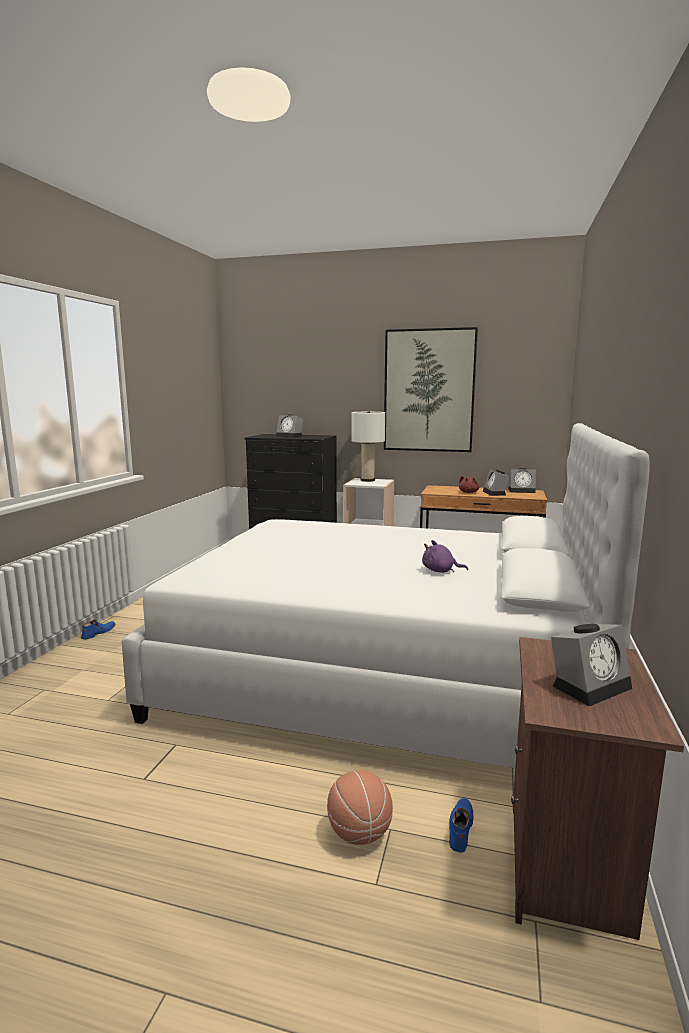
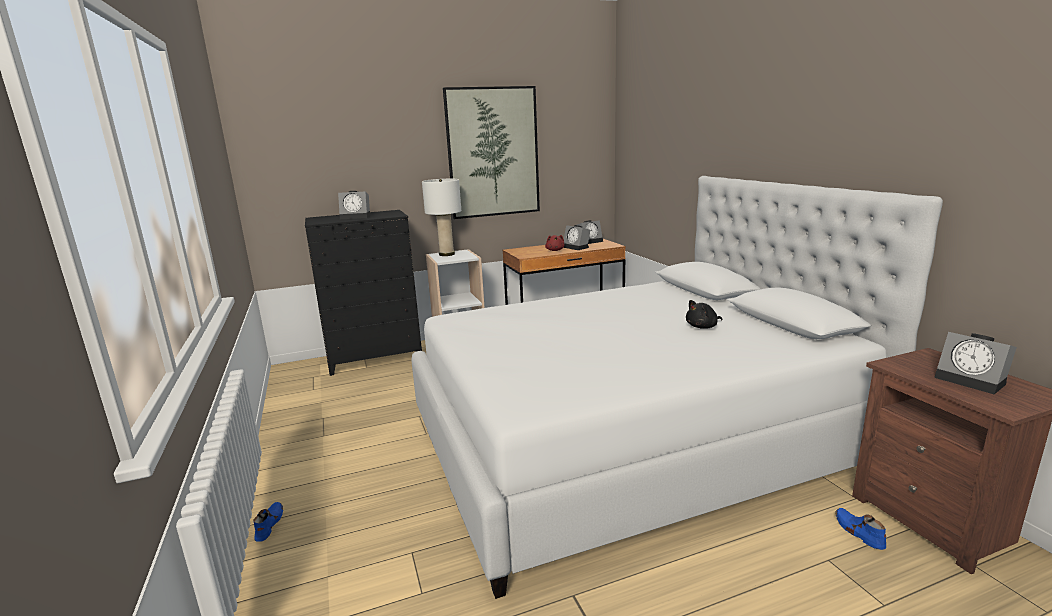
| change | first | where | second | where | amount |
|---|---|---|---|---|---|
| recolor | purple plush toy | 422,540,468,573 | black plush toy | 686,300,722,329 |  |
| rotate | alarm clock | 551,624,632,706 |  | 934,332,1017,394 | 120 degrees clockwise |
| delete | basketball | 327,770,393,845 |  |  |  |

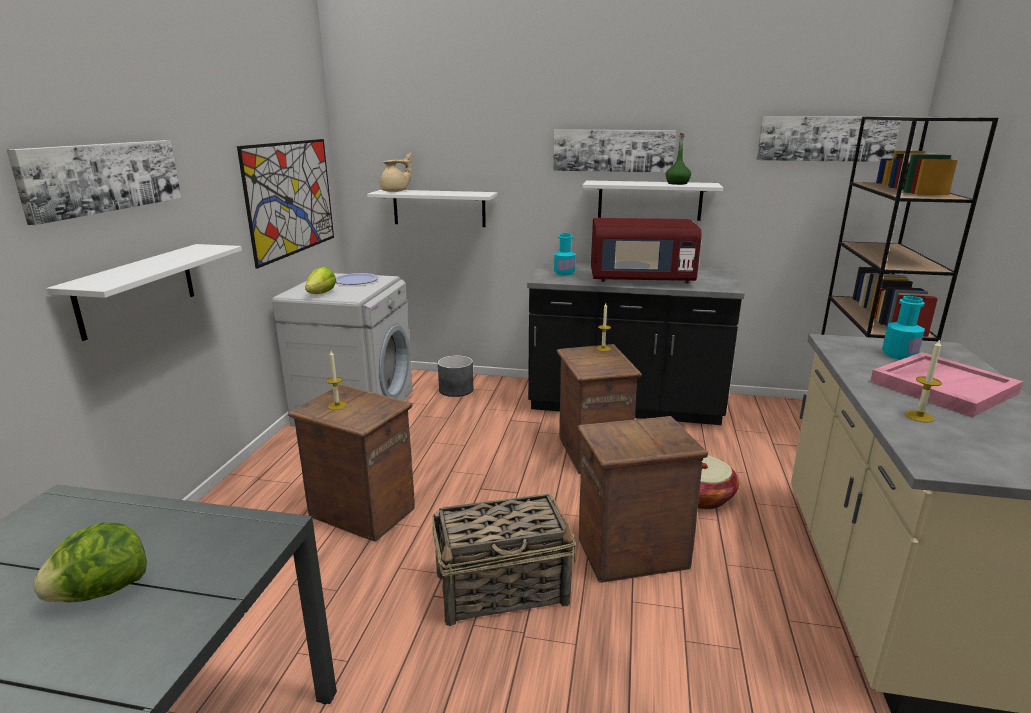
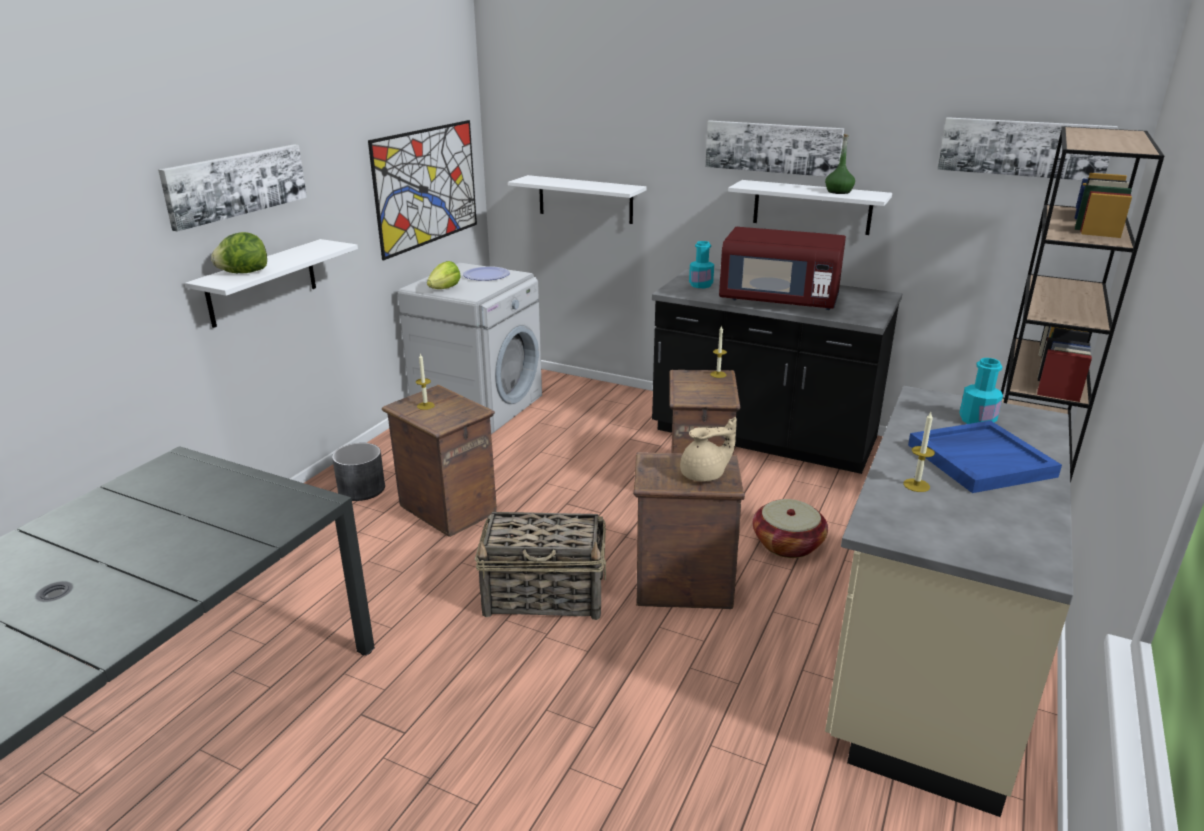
| change | first | where | second | where | amount |
|---|---|---|---|---|---|
| move | lettuce | 34,522,147,602 |  | 211,232,267,273 |  |
| move | grey planter | 438,355,474,397 |  | 332,443,385,501 |  |
| move | beige teapot | 380,153,412,192 |  | 680,417,737,481 |  |
| recolor | pink tray | 870,352,1023,417 | blue tray | 908,420,1062,493 |  |

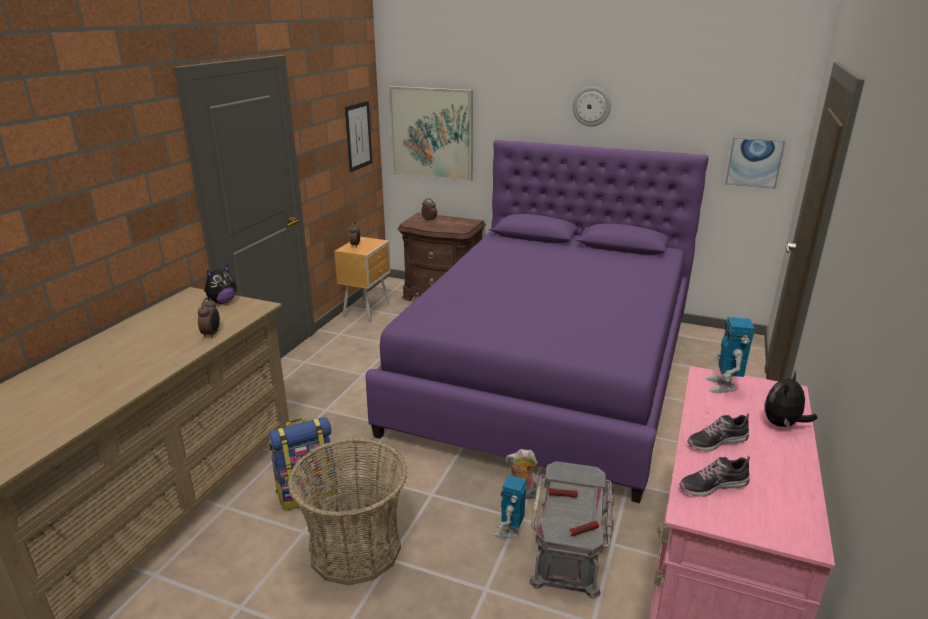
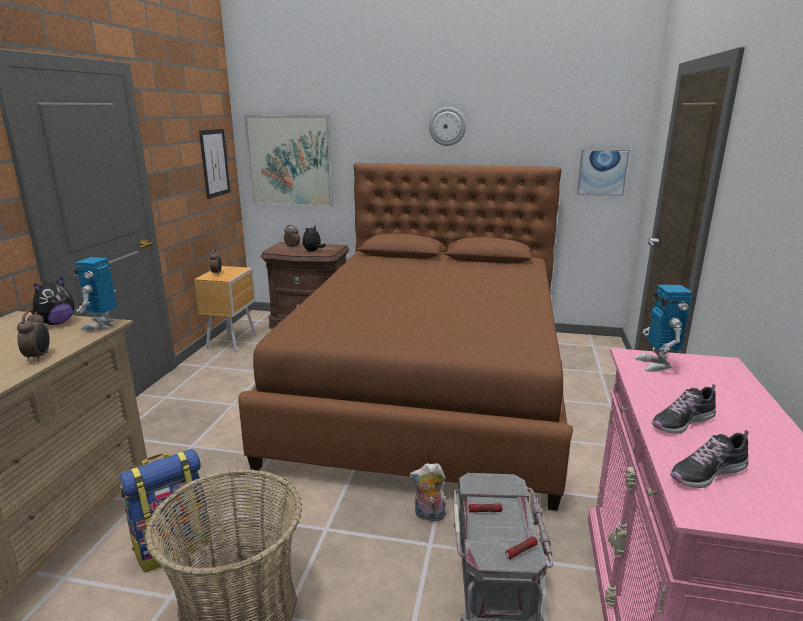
| change | first | where | second | where | amount |
|---|---|---|---|---|---|
| move | toy robot | 493,475,526,538 |  | 74,257,117,331 |  |
| recolor | purple bed | 366,140,709,503 | brown bed | 238,163,573,511 |  |
| move | plush toy | 764,372,817,428 |  | 302,226,326,251 |  |

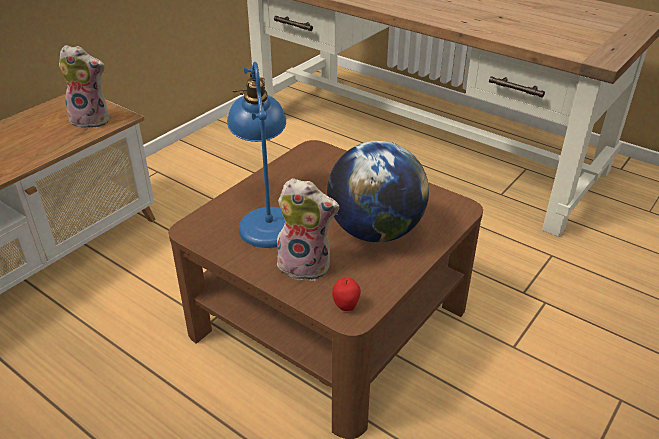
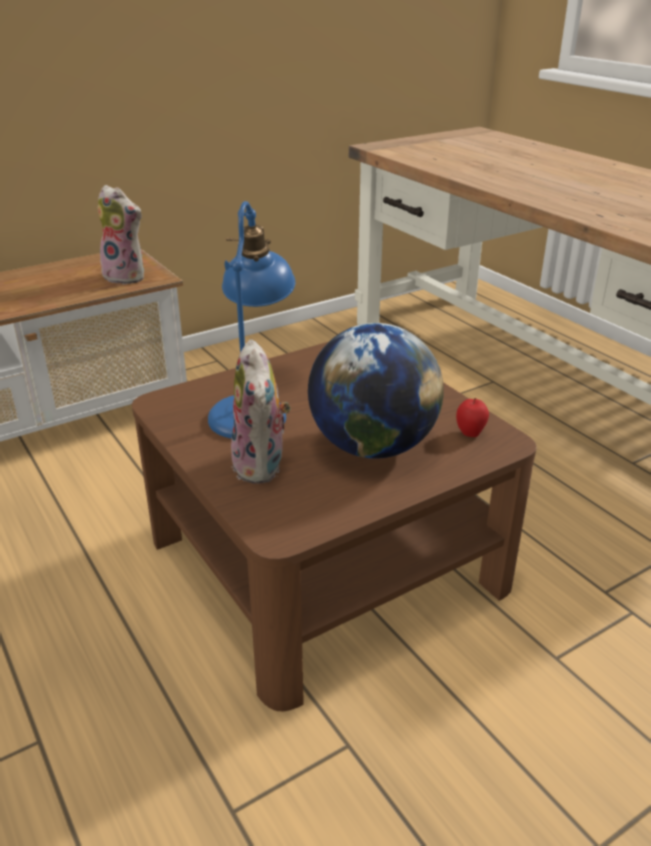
| change | first | where | second | where | amount |
|---|---|---|---|---|---|
| rotate | plush toy | 277,178,339,281 |  | 231,339,291,484 | 45 degrees clockwise |
| move | apple | 332,278,361,311 |  | 456,398,489,437 |  |

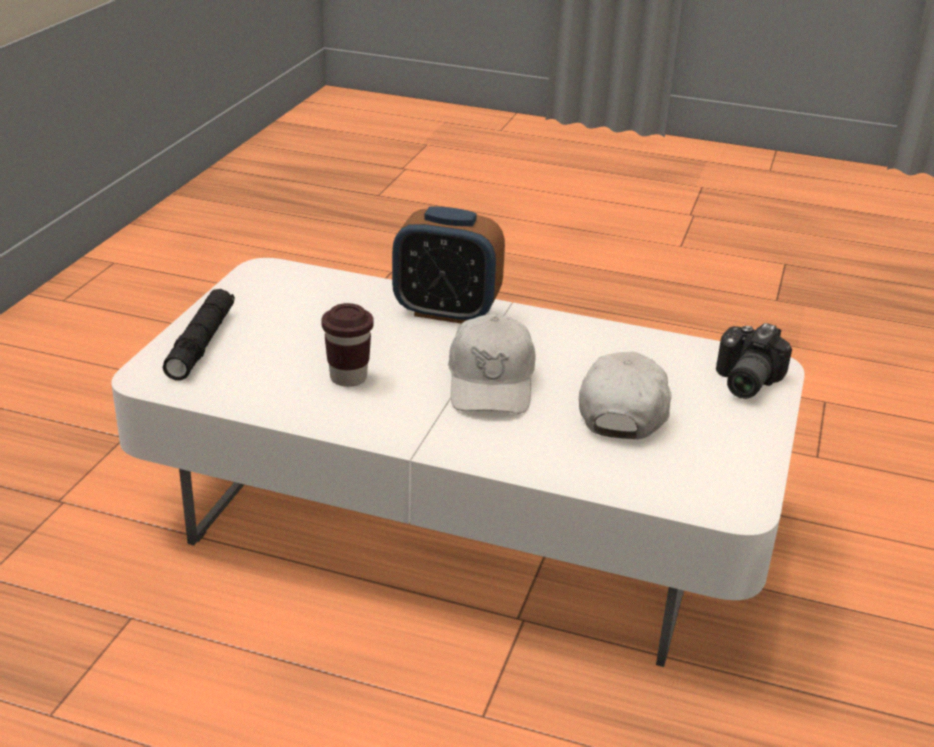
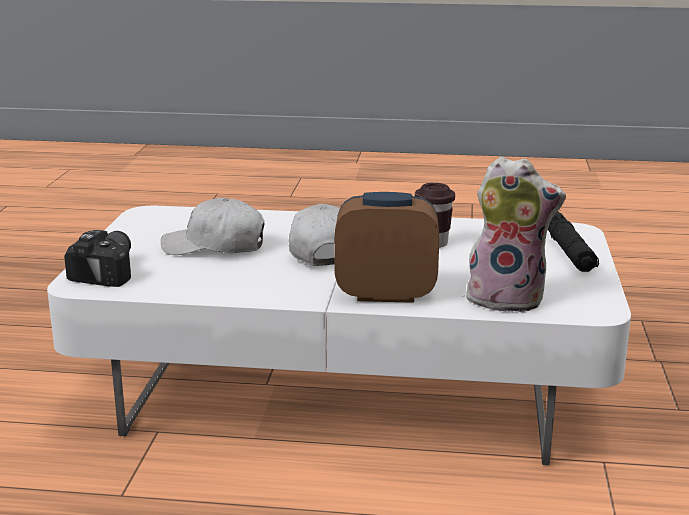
| change | first | where | second | where | amount |
|---|---|---|---|---|---|
| rotate | white cap | 579,352,672,439 |  | 161,197,265,255 | 90 degrees clockwise |
| insert |  |  | plush toy | 466,156,566,313 |  |

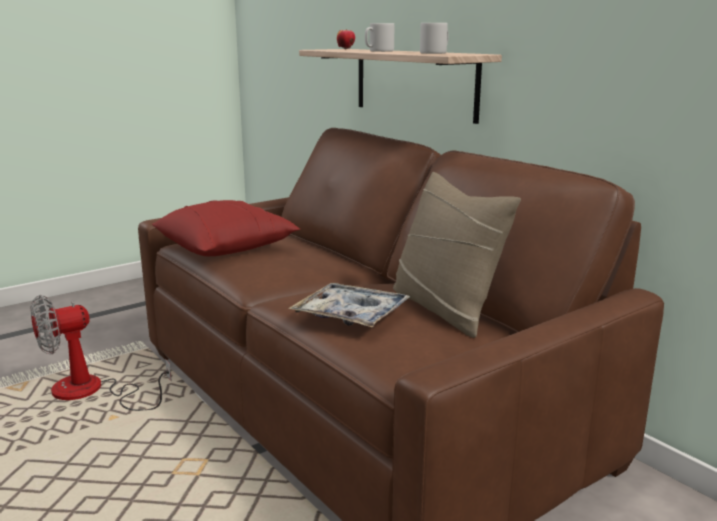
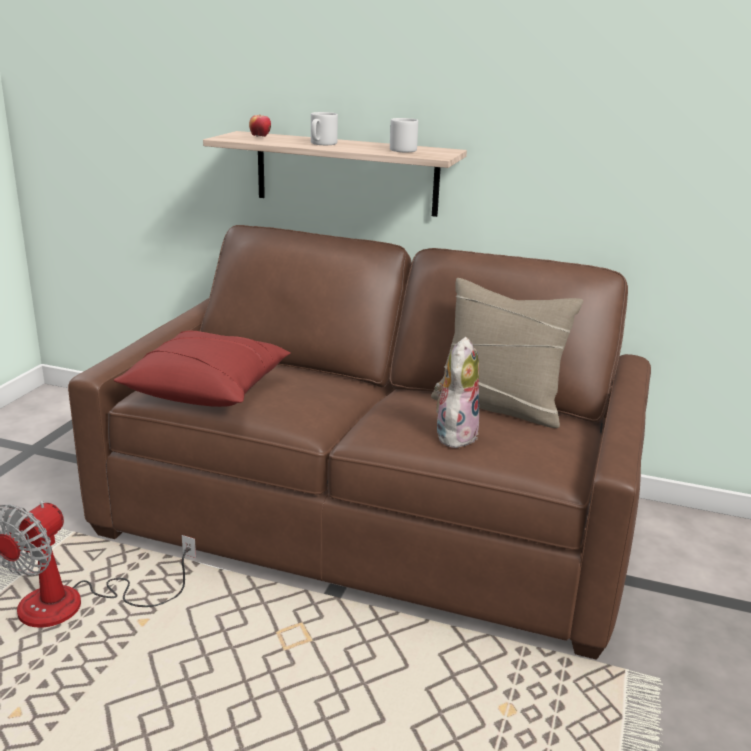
| change | first | where | second | where | amount |
|---|---|---|---|---|---|
| replace | tray | 288,283,411,327 | plush toy | 434,337,479,448 |  |

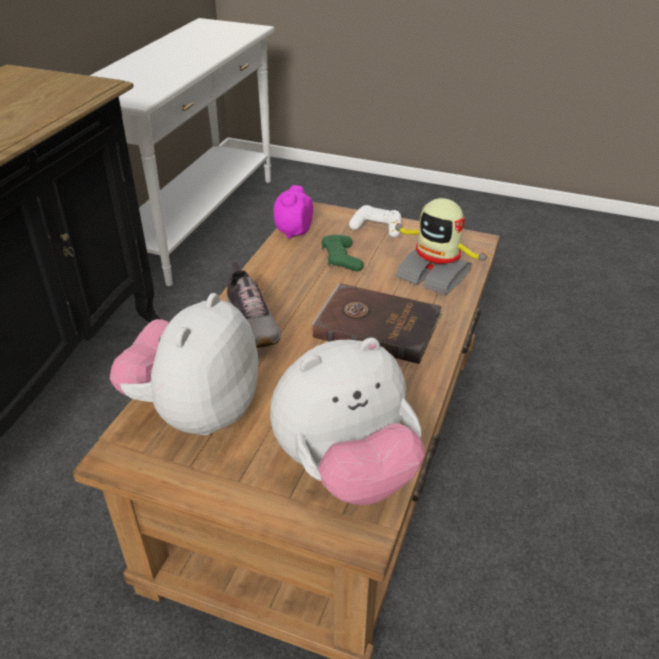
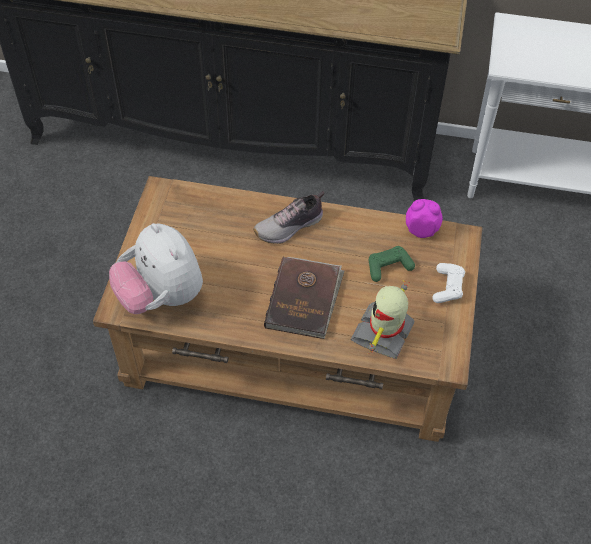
| change | first | where | second | where | amount |
|---|---|---|---|---|---|
| delete | plush toy | 110,293,258,435 |  |  |  |

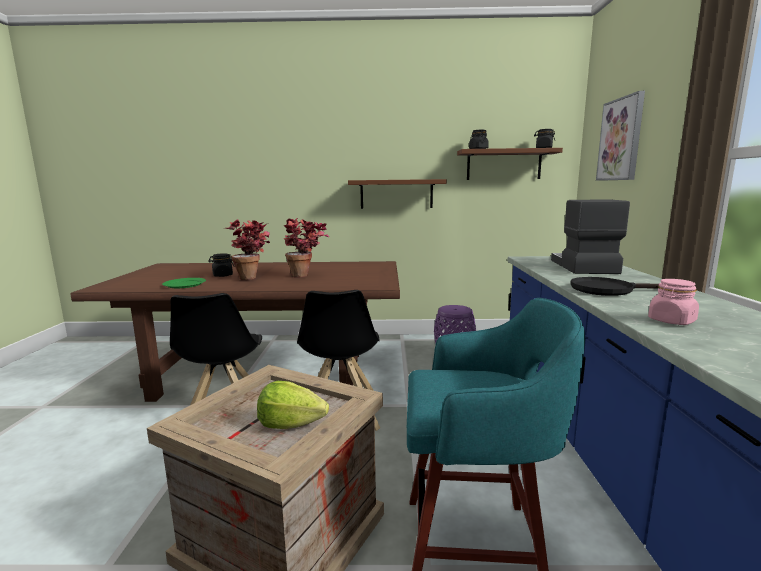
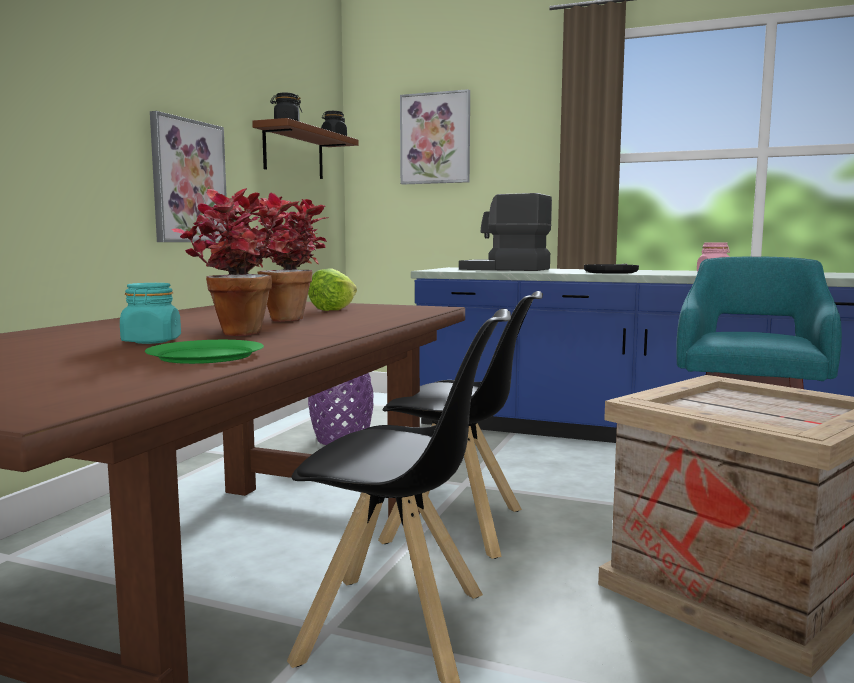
| change | first | where | second | where | amount |
|---|---|---|---|---|---|
| recolor | black jar | 208,253,235,277 | turquoise jar | 120,283,181,344 |  |
| replace | brown shelf | 348,179,447,209 | picture | 150,111,227,242 |  |
| move | lettuce | 257,381,329,429 |  | 308,268,357,311 |  |

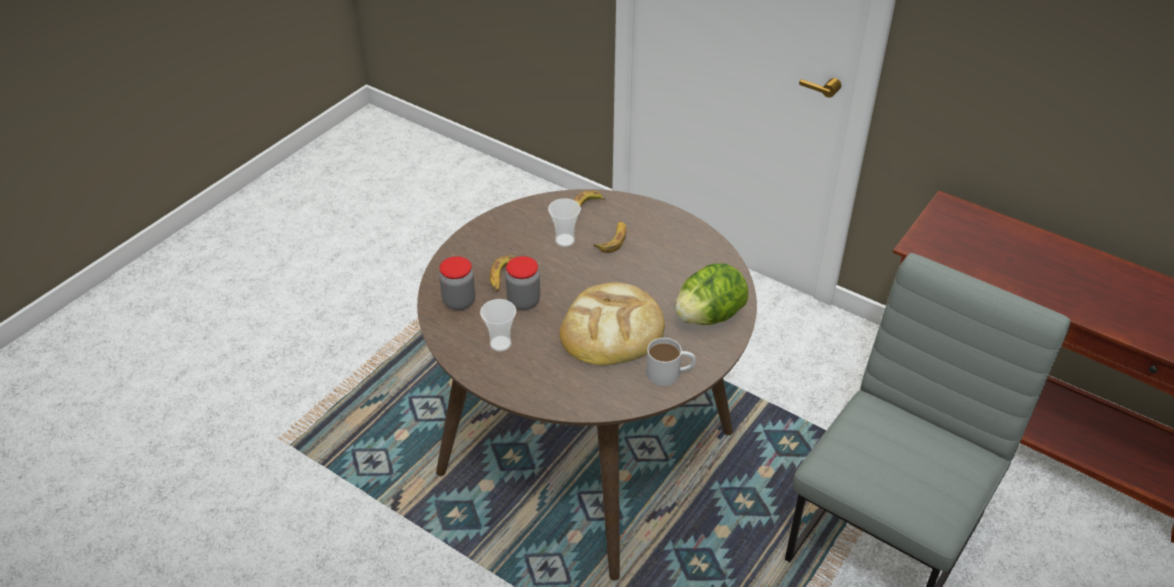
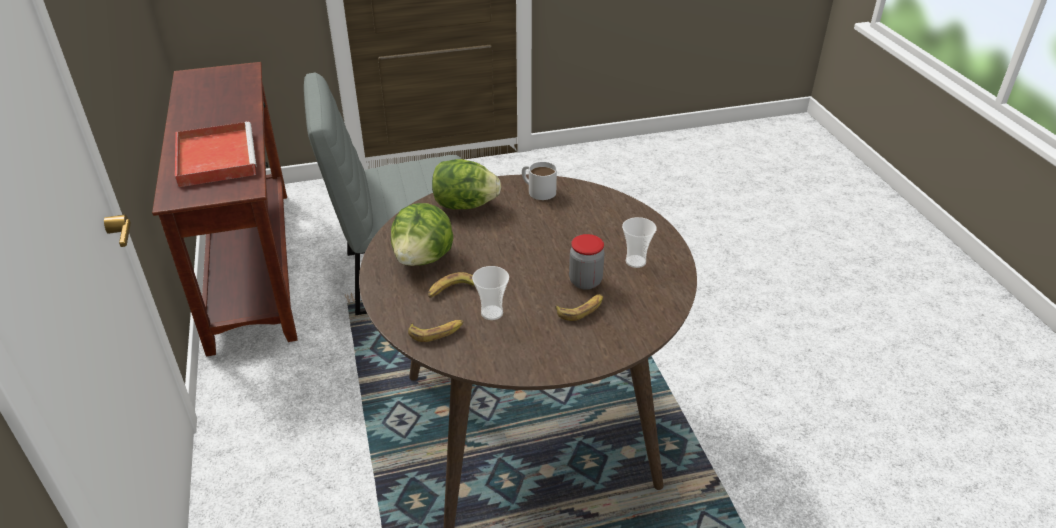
| change | first | where | second | where | amount |
|---|---|---|---|---|---|
| insert |  |  | red tray | 175,122,257,187 |  |
| insert |  |  | lettuce | 391,203,453,266 |  |
| delete | jar | 439,256,475,310 |  |  |  |
| delete | bread | 559,282,665,365 |  |  |  |

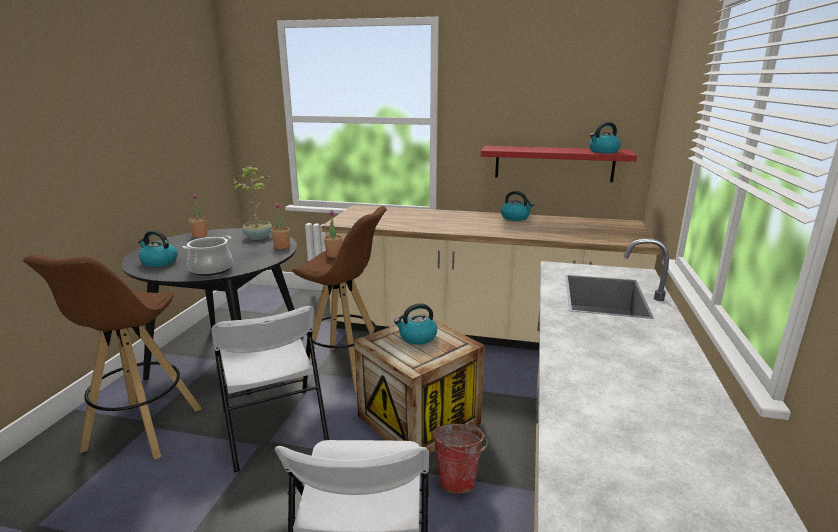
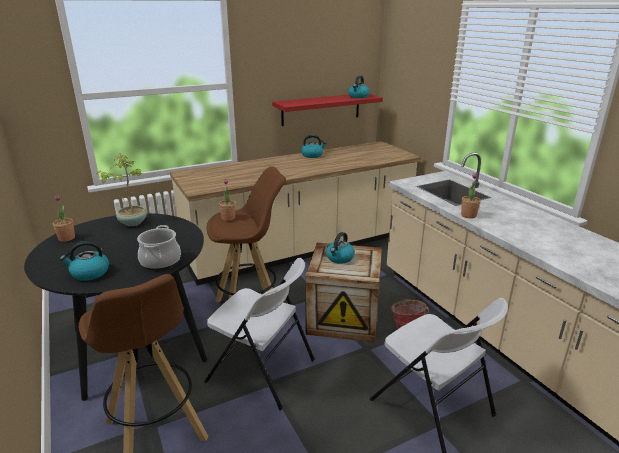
| change | first | where | second | where | amount |
|---|---|---|---|---|---|
| move | potted plant | 271,202,290,249 |  | 461,173,481,219 |  |

